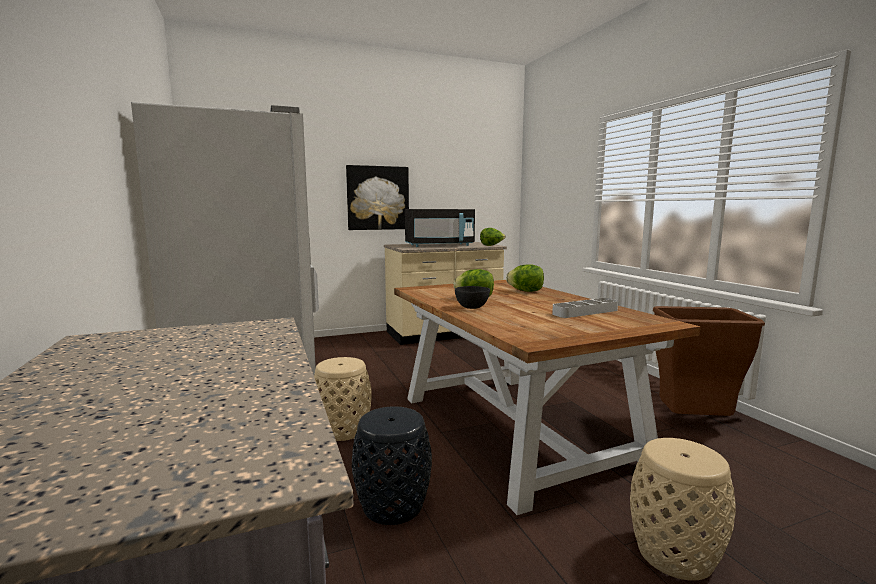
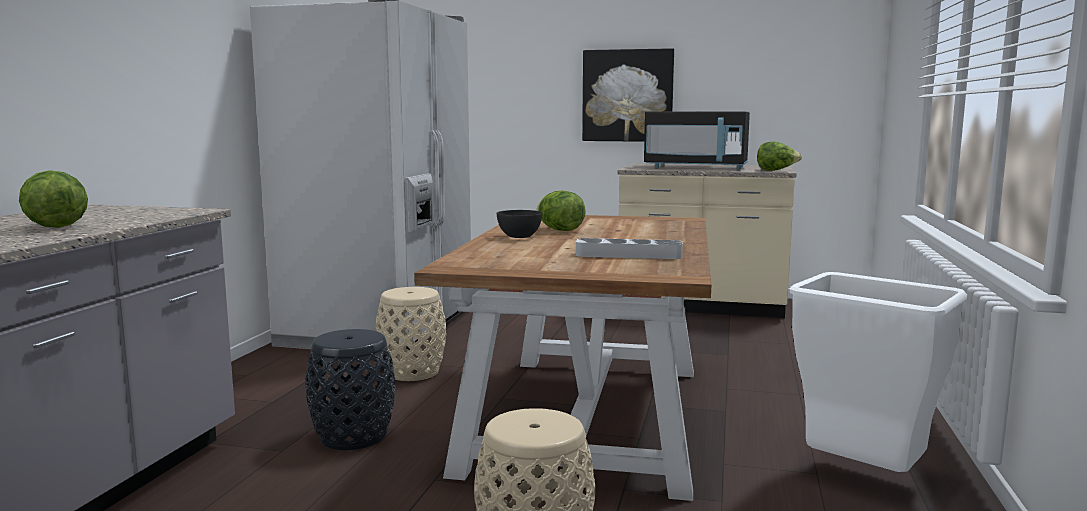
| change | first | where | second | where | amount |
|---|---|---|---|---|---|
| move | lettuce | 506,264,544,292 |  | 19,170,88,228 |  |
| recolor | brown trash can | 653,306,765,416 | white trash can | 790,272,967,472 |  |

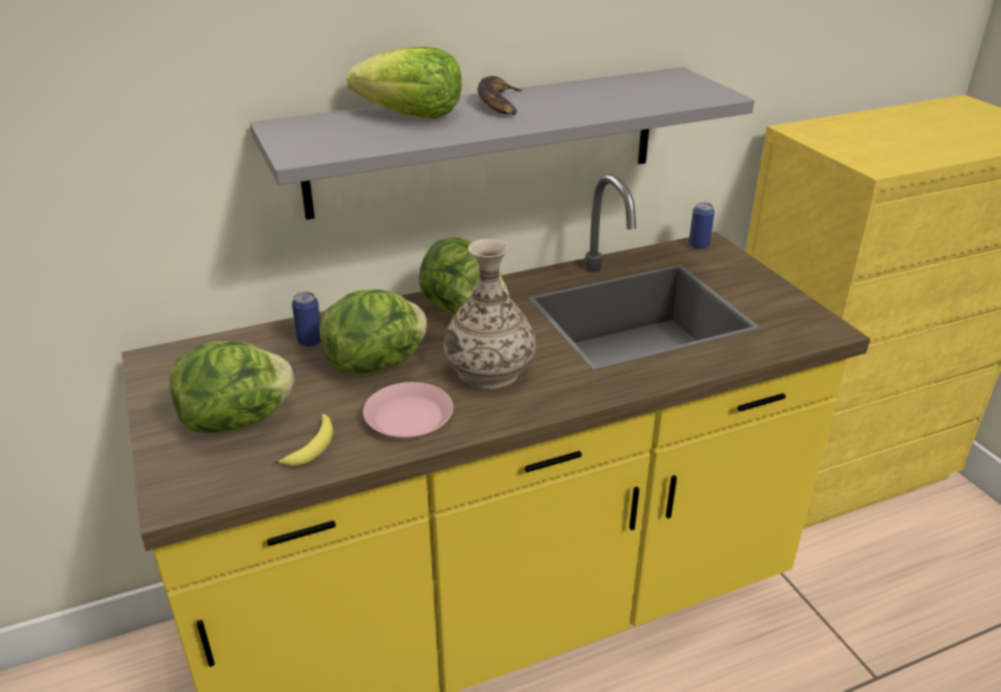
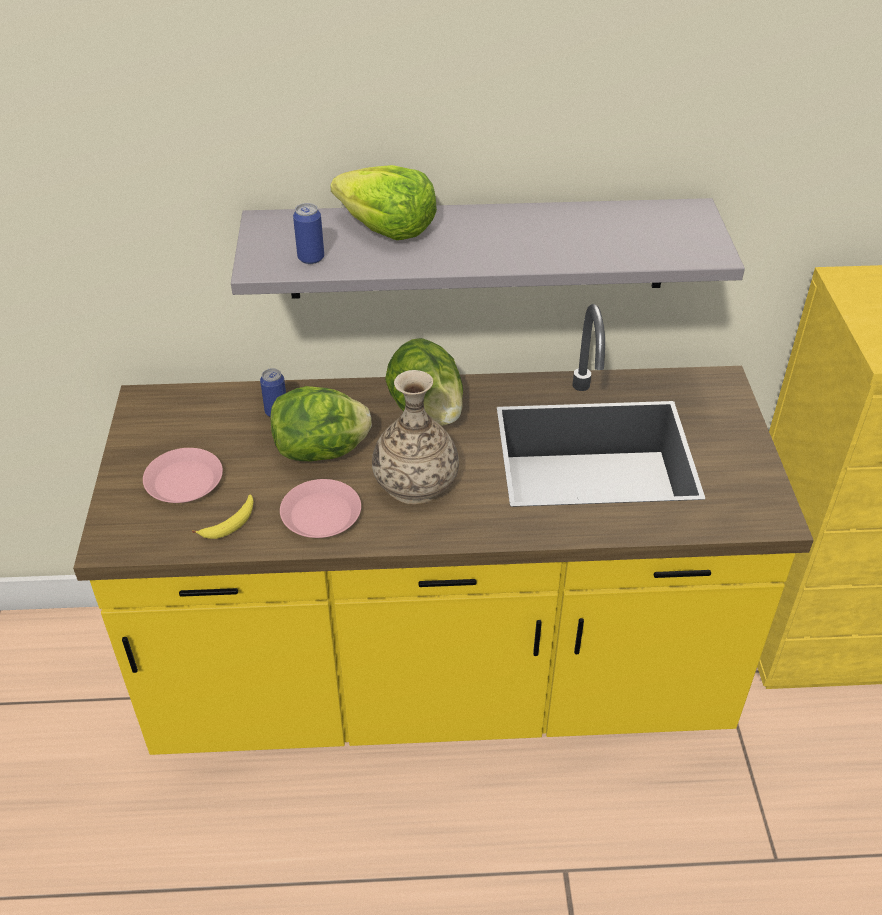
| change | first | where | second | where | amount |
|---|---|---|---|---|---|
| replace | lettuce | 170,341,294,433 | pink plate | 143,448,223,503 |  |
| move | can | 689,202,715,249 |  | 293,203,324,264 |  |
| delete | banana | 478,76,523,115 |  |  |  |

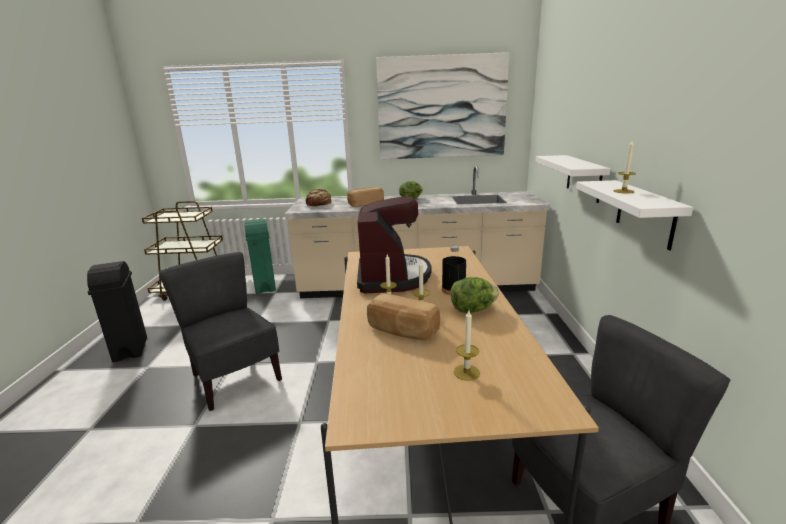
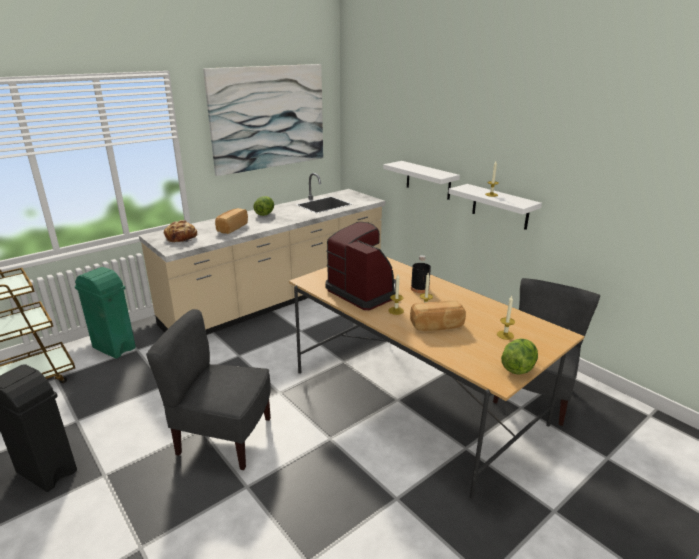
| change | first | where | second | where | amount |
|---|---|---|---|---|---|
| move | lettuce | 451,277,499,313 |  | 501,338,538,375 |  |

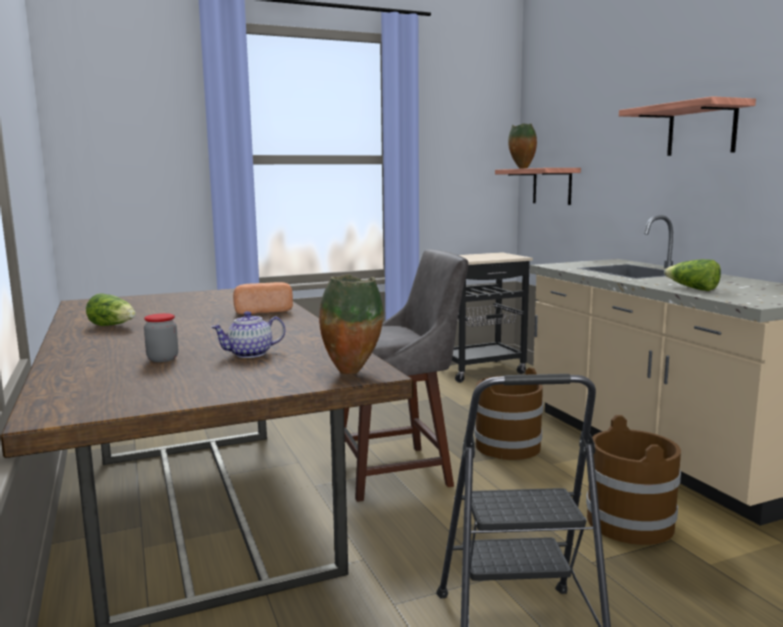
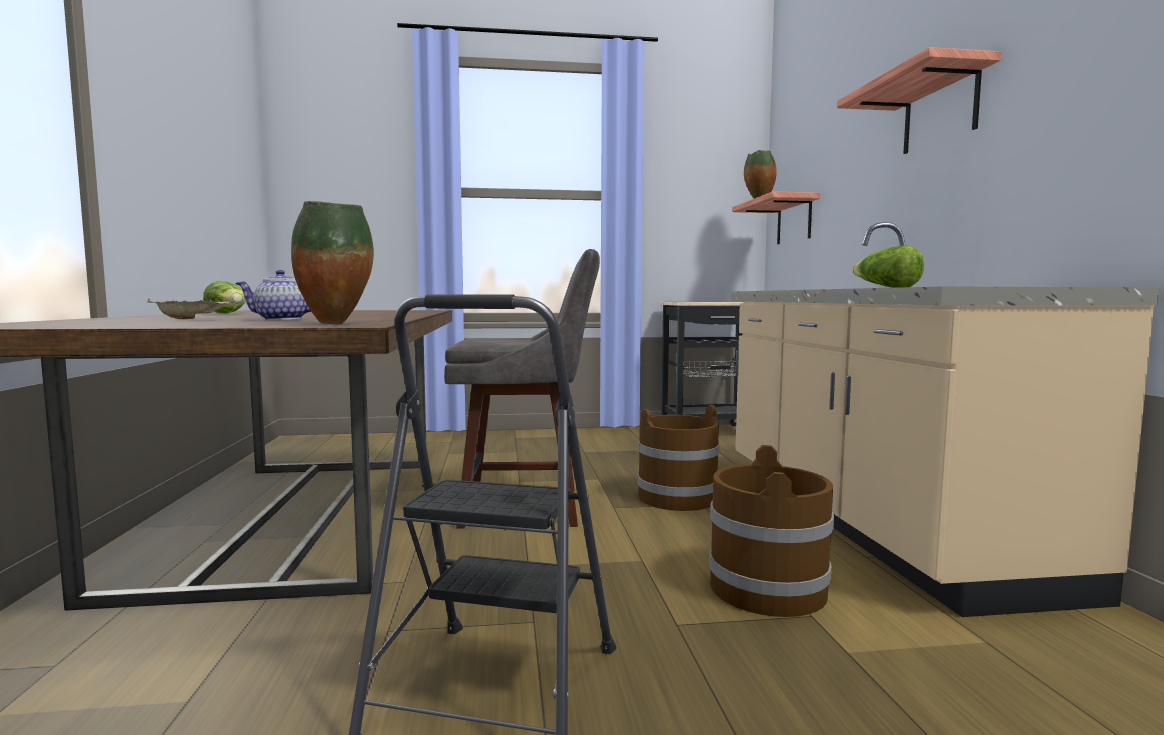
| change | first | where | second | where | amount |
|---|---|---|---|---|---|
| replace | jar | 144,313,178,362 | beige tray | 147,298,235,319 |  |
| delete | bread | 233,282,293,314 |  |  |  |

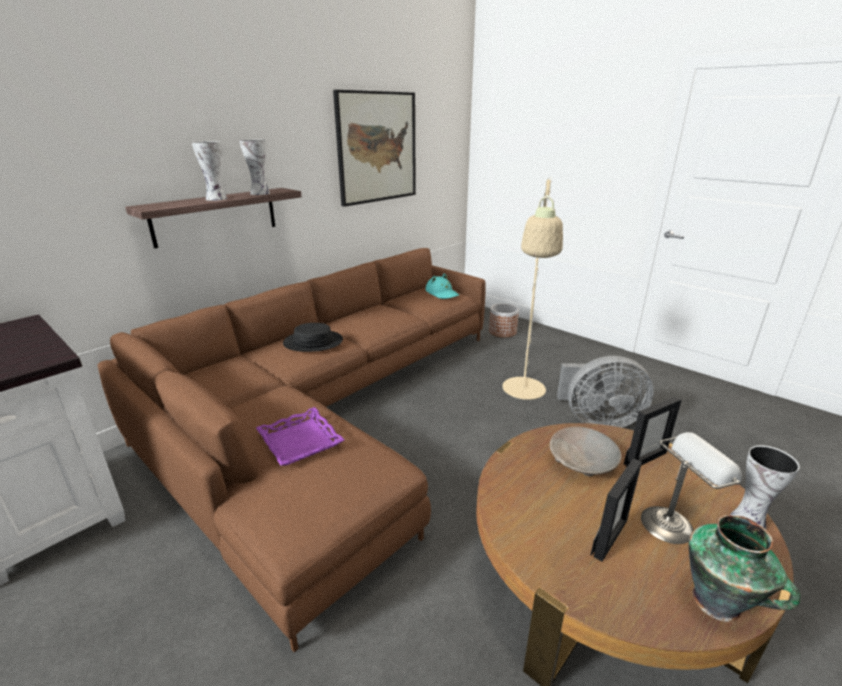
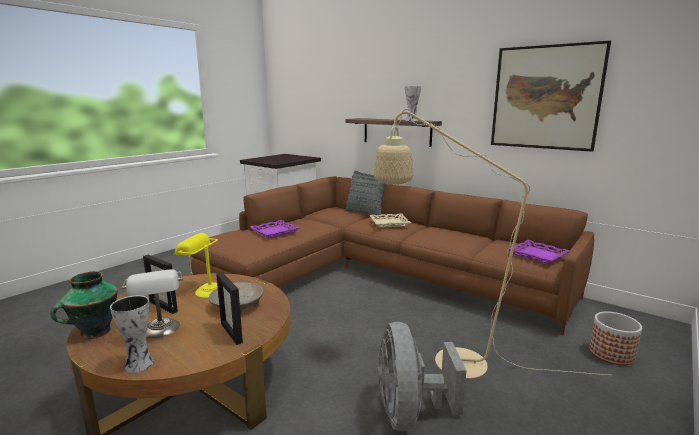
| change | first | where | second | where | amount |
|---|---|---|---|---|---|
| insert |  |  | yellow table lamp | 175,233,218,298 |  |
| insert |  |  | grey pillow | 345,171,387,215 |  |
| replace | black hat | 283,323,343,352 | beige tray | 370,213,411,228 |  |
| replace | turquoise hat | 425,274,459,299 | purple tray | 508,240,570,264 |  |
| delete | vase | 192,141,227,201 |  |  |  |

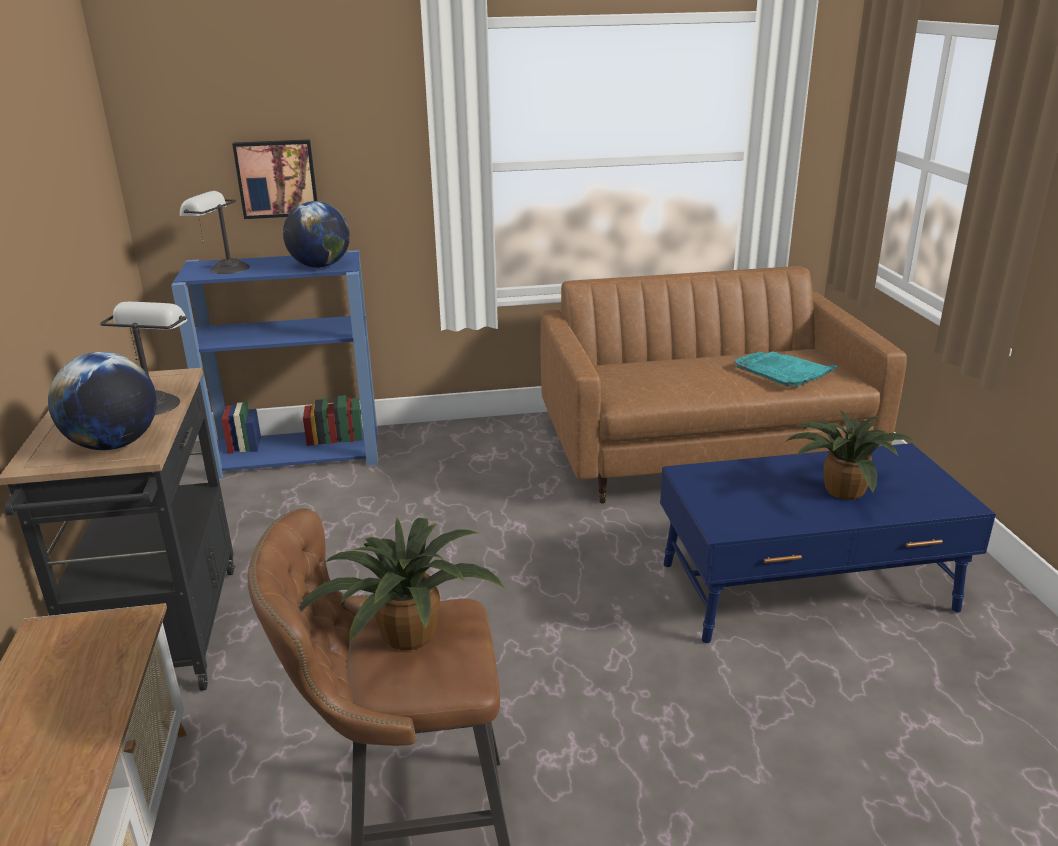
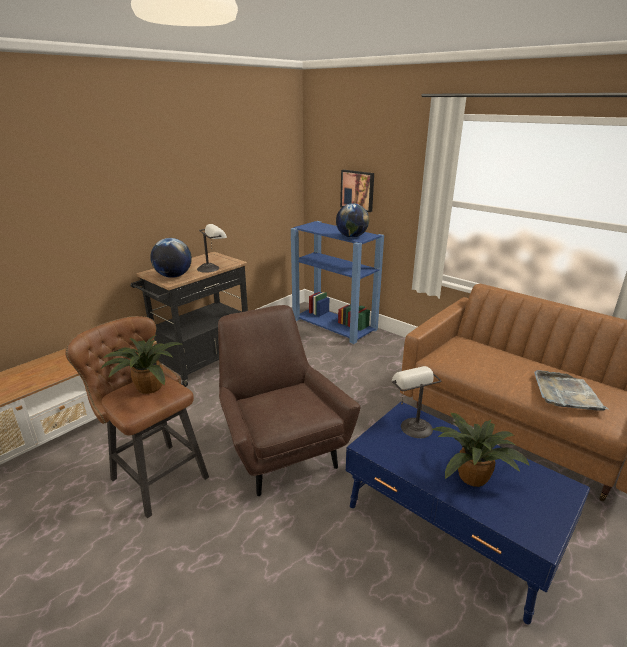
| change | first | where | second | where | amount |
|---|---|---|---|---|---|
| insert |  |  | brown armchair | 218,305,360,496 |  |
| move | table lamp | 180,191,250,274 |  | 392,366,441,438 |  |
| recolor | turquoise tray | 734,351,838,387 | grey tray | 534,370,608,411 |  |

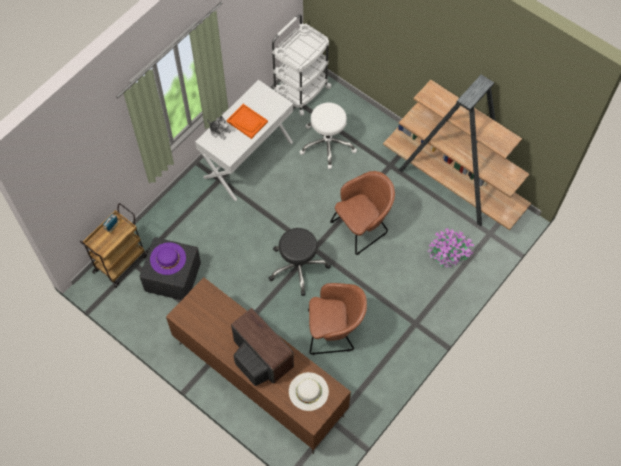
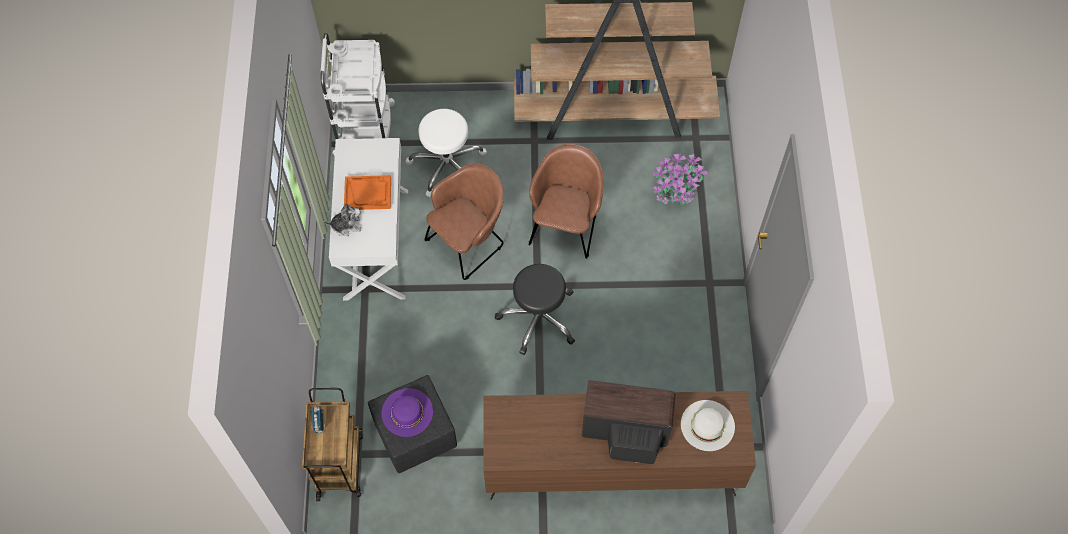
| change | first | where | second | where | amount |
|---|---|---|---|---|---|
| move | brown armchair | 308,283,367,355 |  | 425,163,504,280 |  |

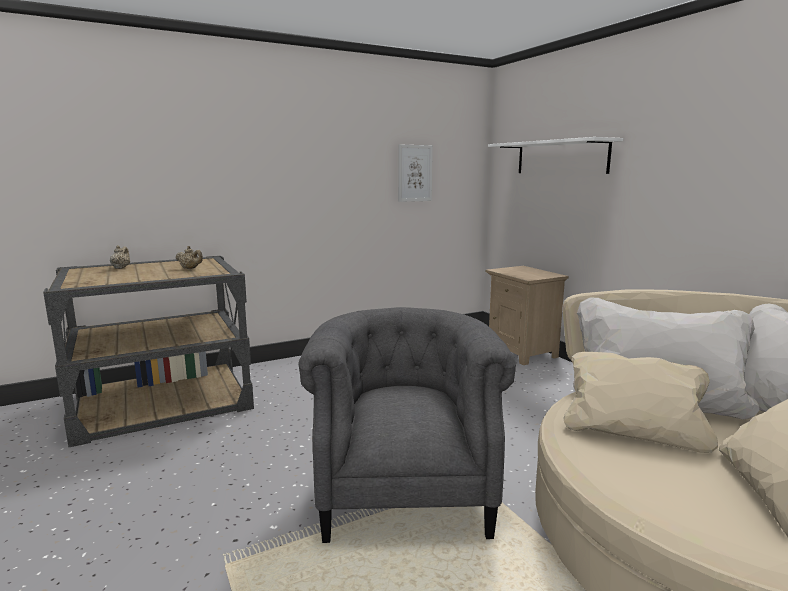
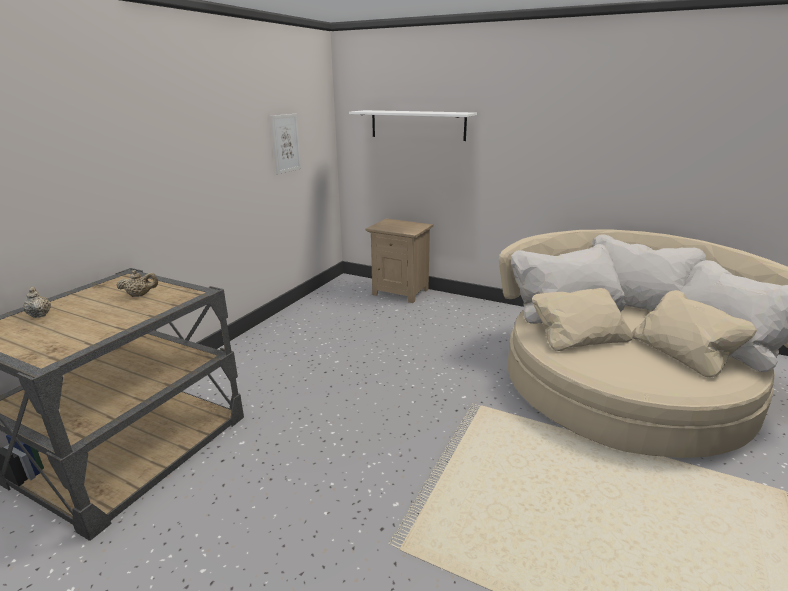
| change | first | where | second | where | amount |
|---|---|---|---|---|---|
| delete | grey armchair | 299,307,516,543 |  |  |  |

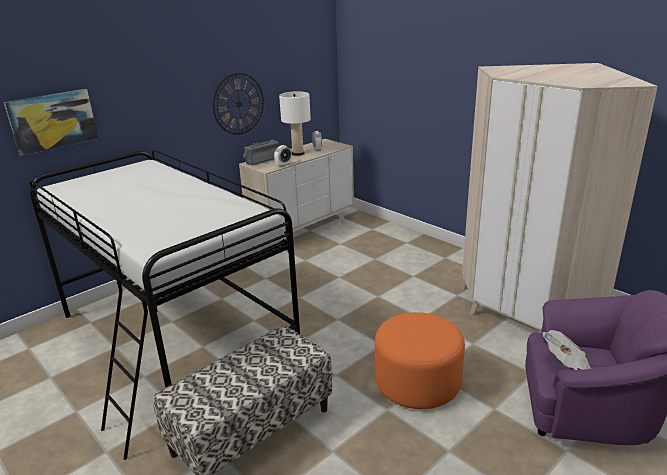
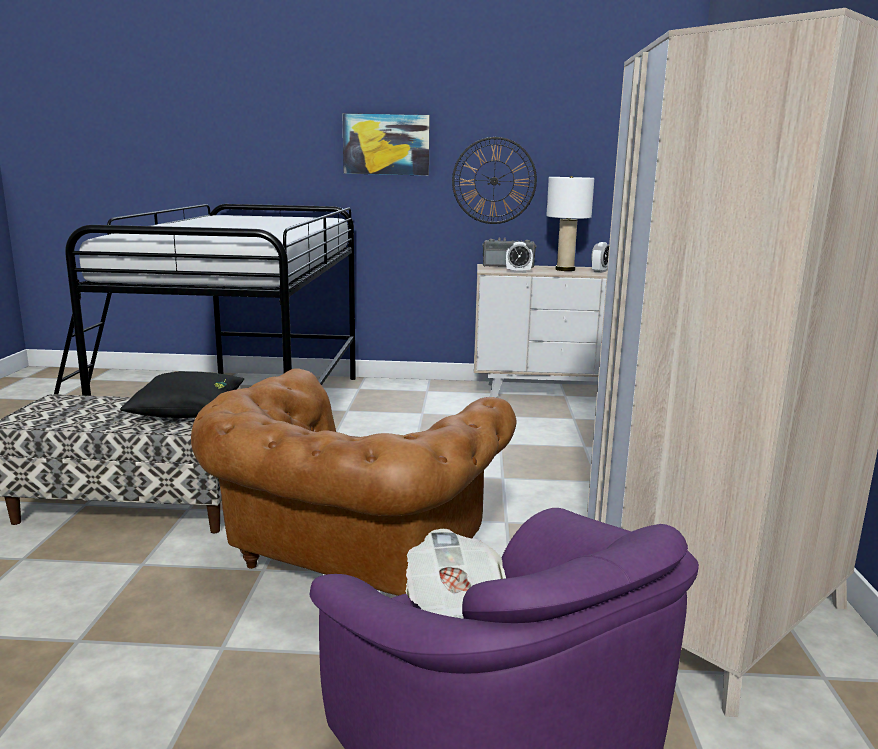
| change | first | where | second | where | amount |
|---|---|---|---|---|---|
| insert |  |  | black pillow | 120,371,244,418 |  |
| replace | orange ottoman | 375,312,465,409 | brown armchair | 191,368,516,596 |  |
| move | picture | 4,89,98,156 |  | 343,113,430,176 |  |

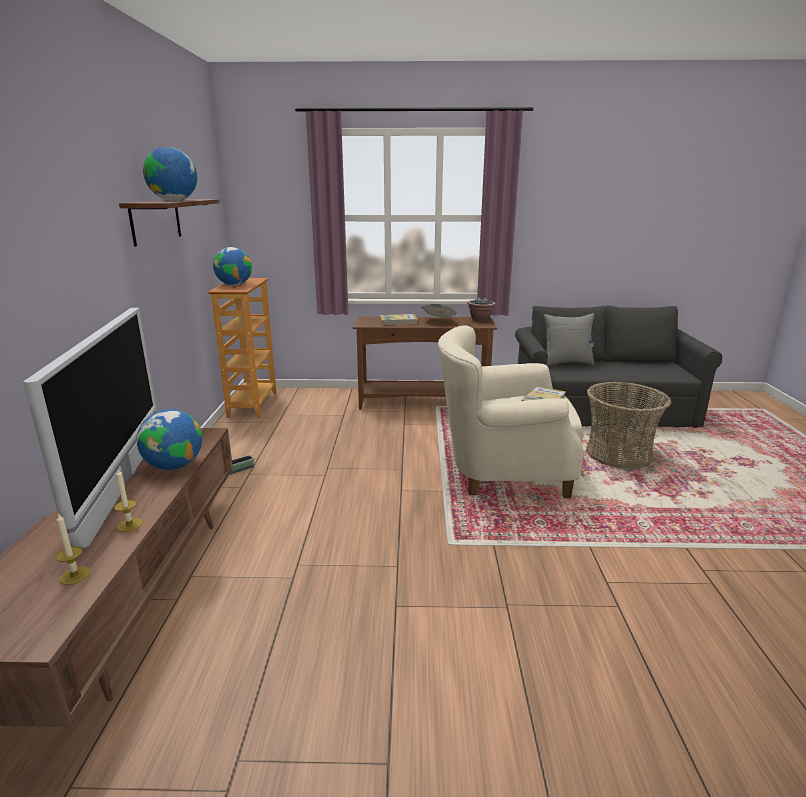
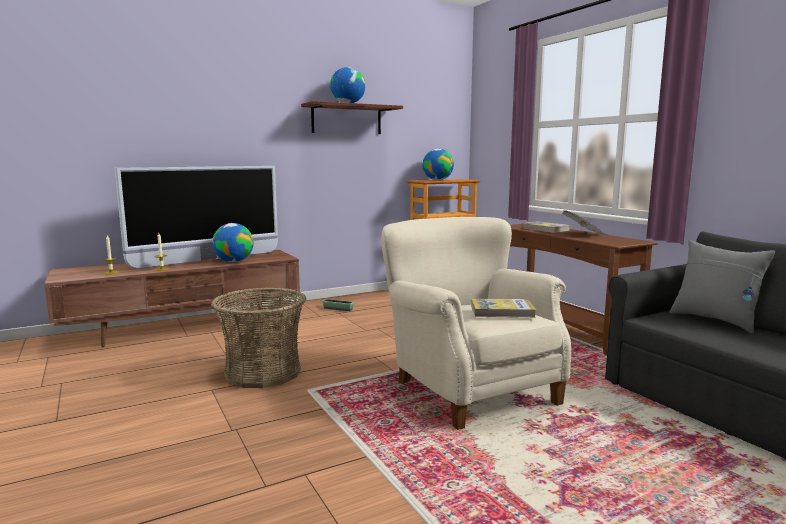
| change | first | where | second | where | amount |
|---|---|---|---|---|---|
| move | basket | 586,382,671,469 |  | 211,287,306,388 |  |
| delete | potted plant | 467,296,496,321 |  |  |  |

